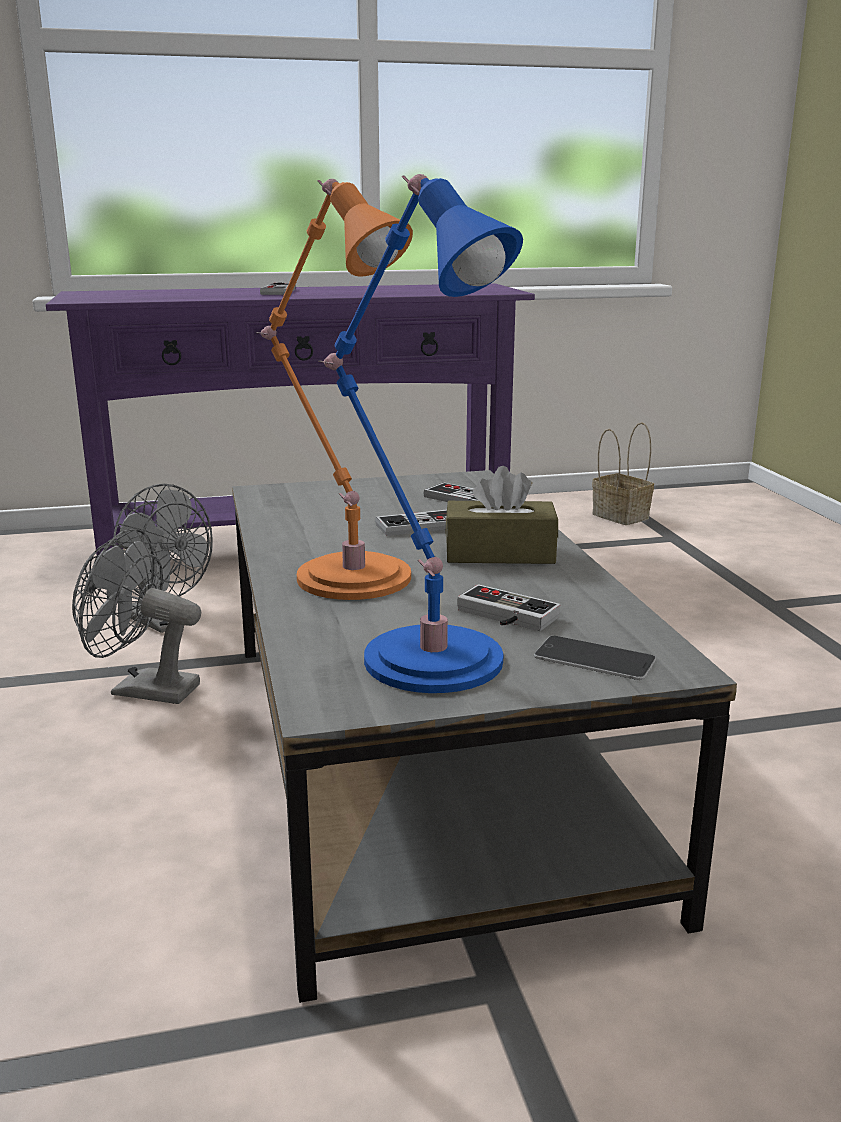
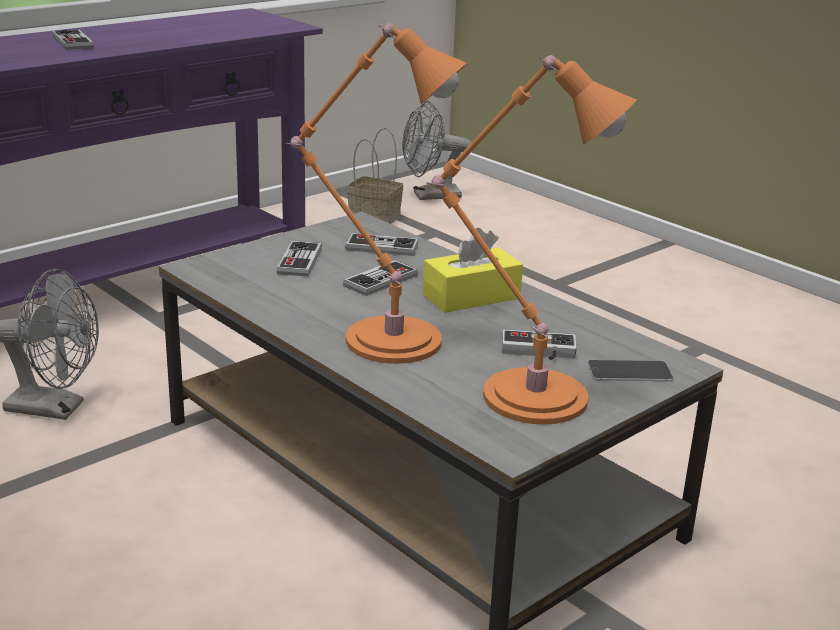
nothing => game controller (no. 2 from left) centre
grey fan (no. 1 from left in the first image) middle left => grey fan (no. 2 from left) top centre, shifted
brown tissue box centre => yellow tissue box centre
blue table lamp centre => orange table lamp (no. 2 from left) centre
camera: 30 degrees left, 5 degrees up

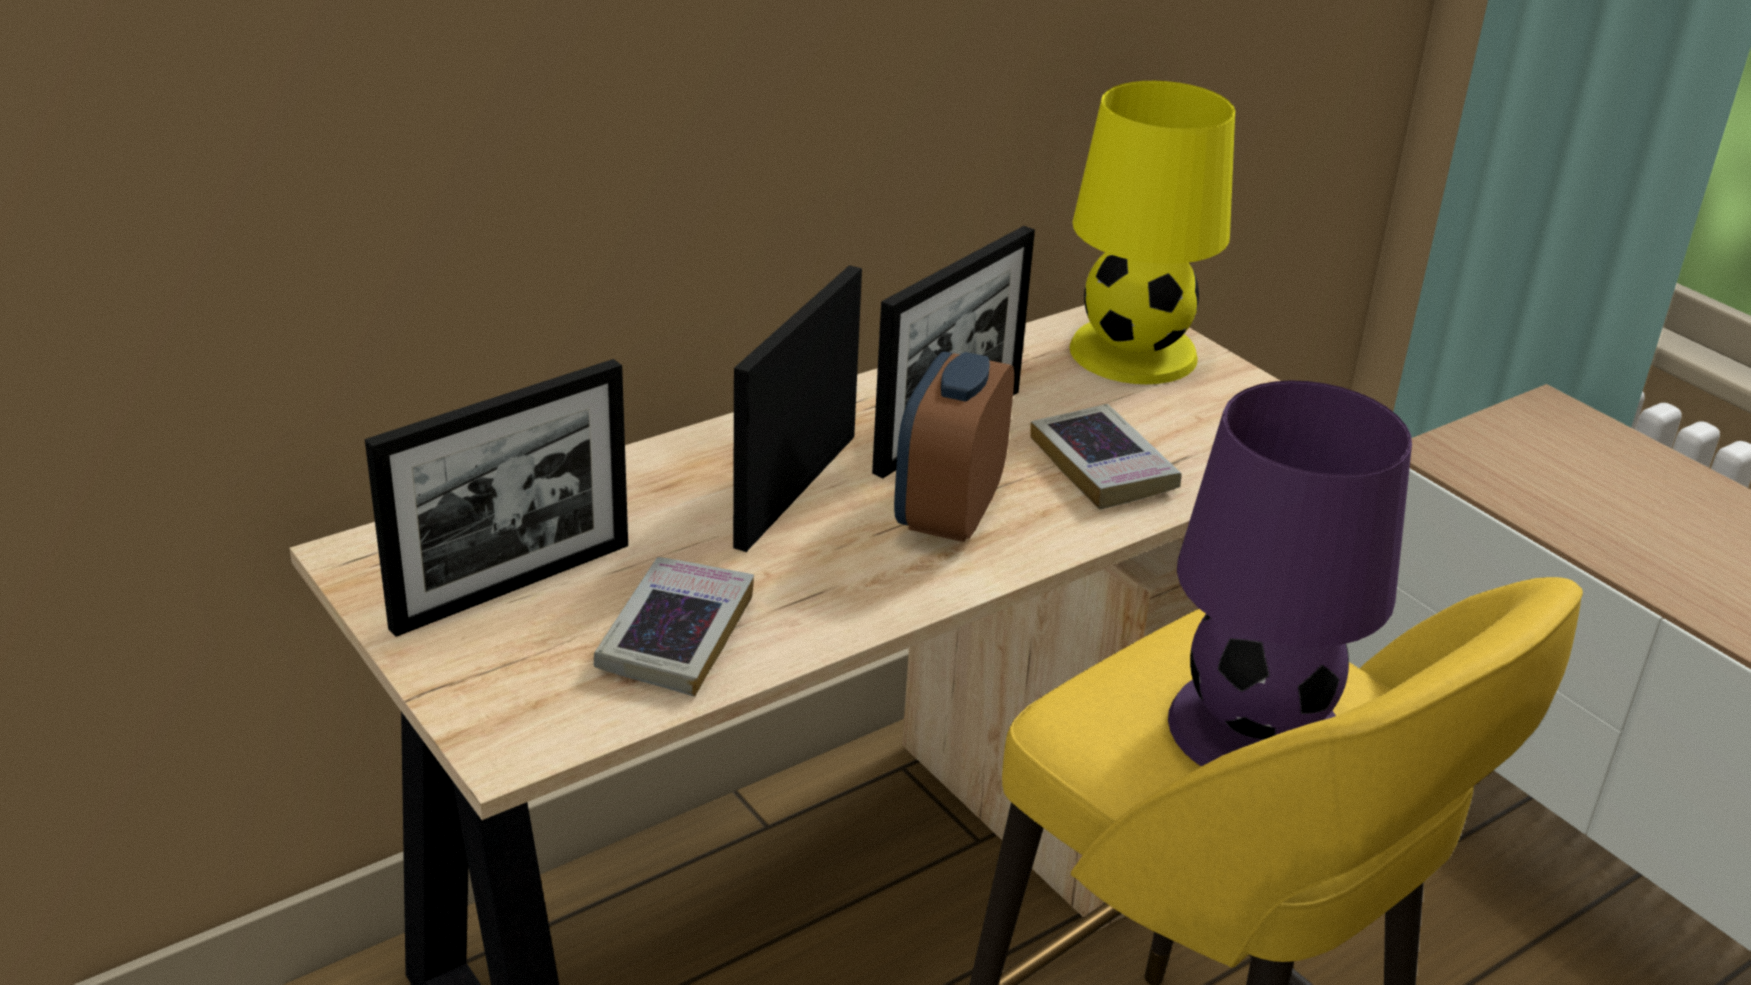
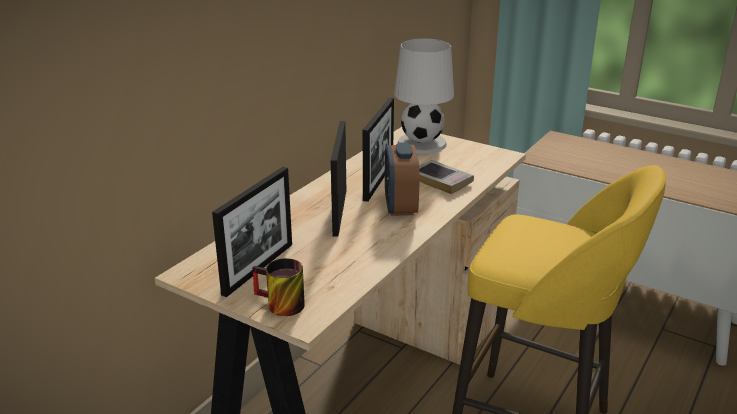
nothing => mug bottom centre
yellow table lamp top centre => white table lamp top centre
book (no. 1 from left) centre => nothing
purple table lamp middle right => nothing
camera: 20 degrees left, 5 degrees down

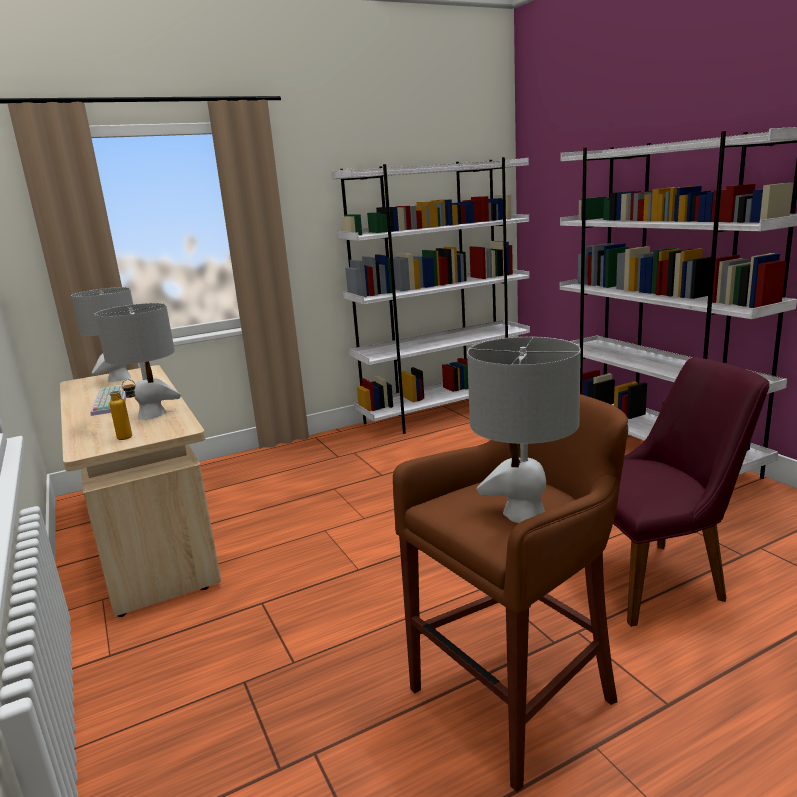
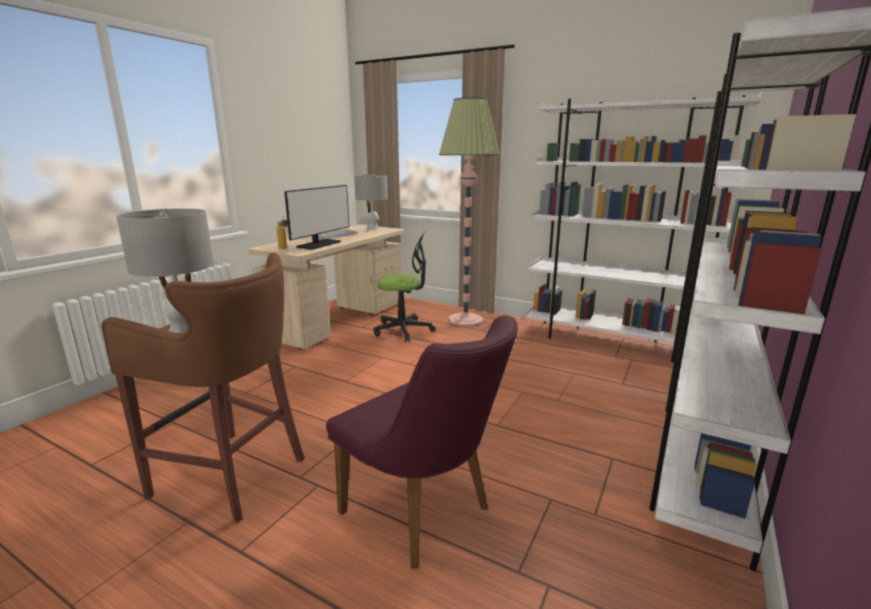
grey table lamp (no. 2 from left) middle left => monitor centre
nothing => office chair centre
nothing => floor lamp centre
camera: 55 degrees right, 0 degrees up

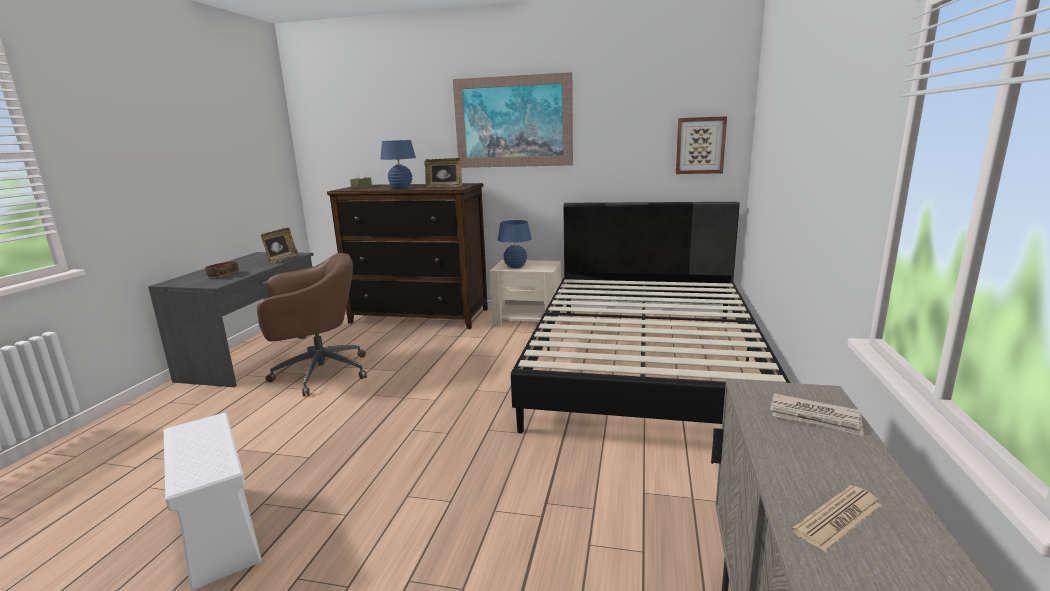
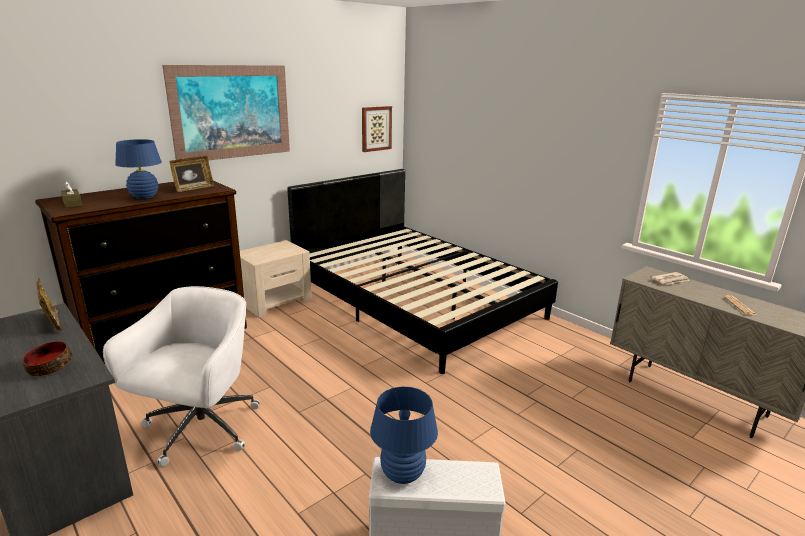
brown office chair middle left => white office chair bottom left
blue table lamp (no. 2 from left) centre => blue table lamp (no. 2 from left) bottom centre, shifted
camera: 55 degrees left, 5 degrees up

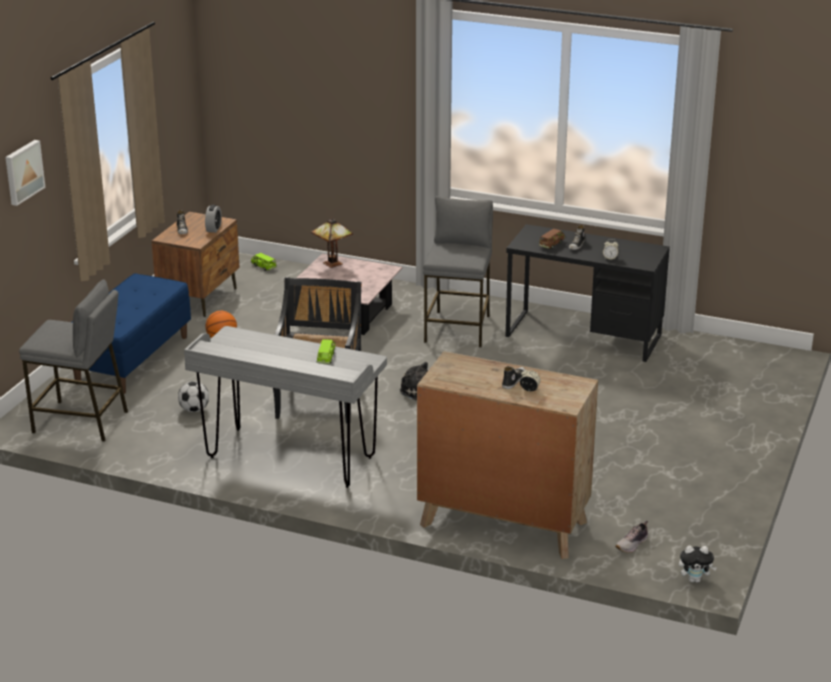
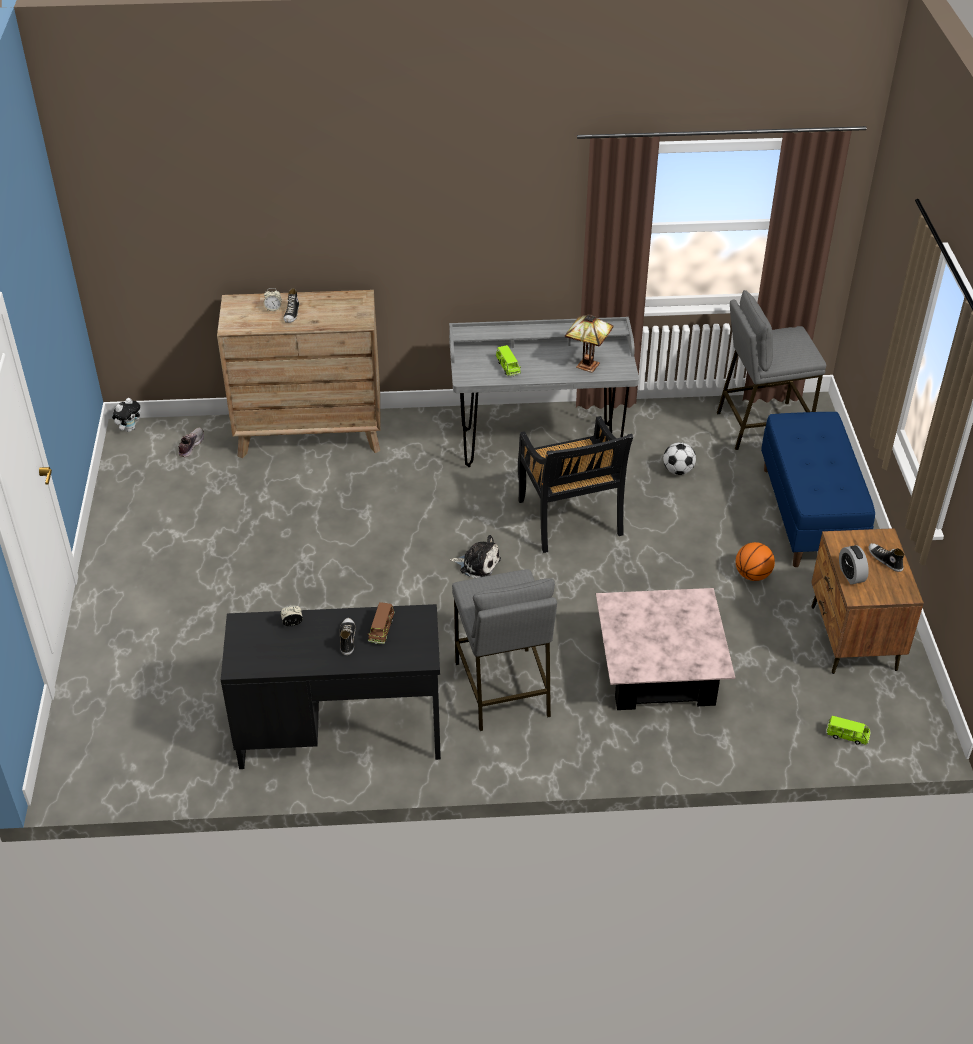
plush toy (no. 2 from left in the first image) bottom right => plush toy (no. 1 from left) middle left, 150 degrees clockwise
table lamp centre => table lamp top centre, shifted
picture top left => nothing
camera: 155 degrees right, 15 degrees up

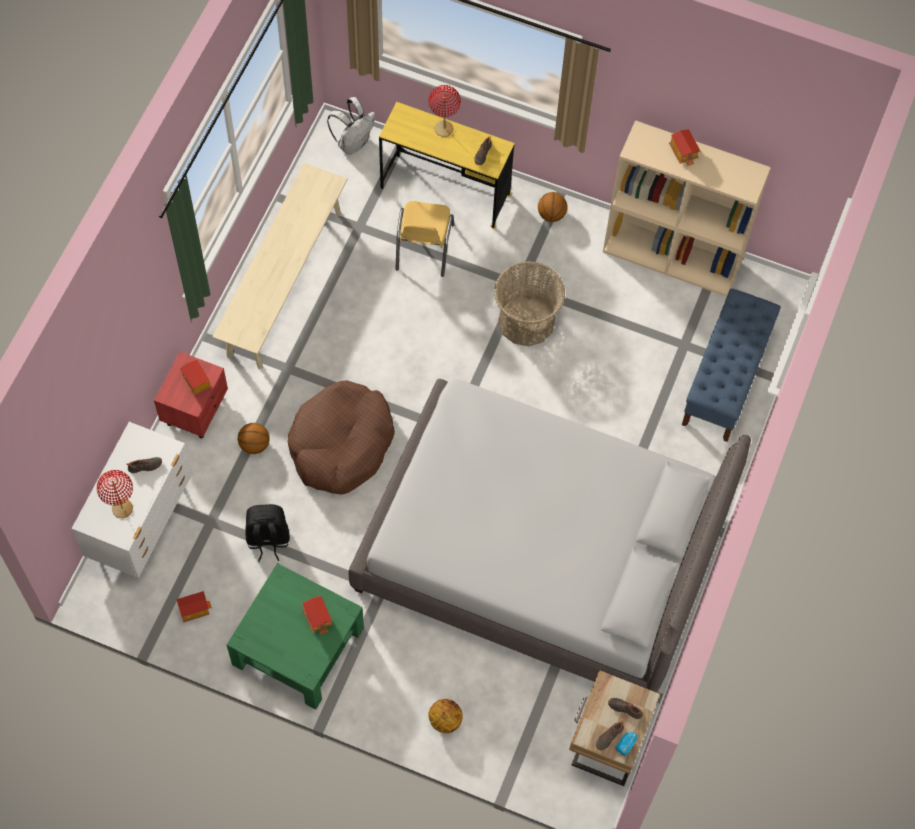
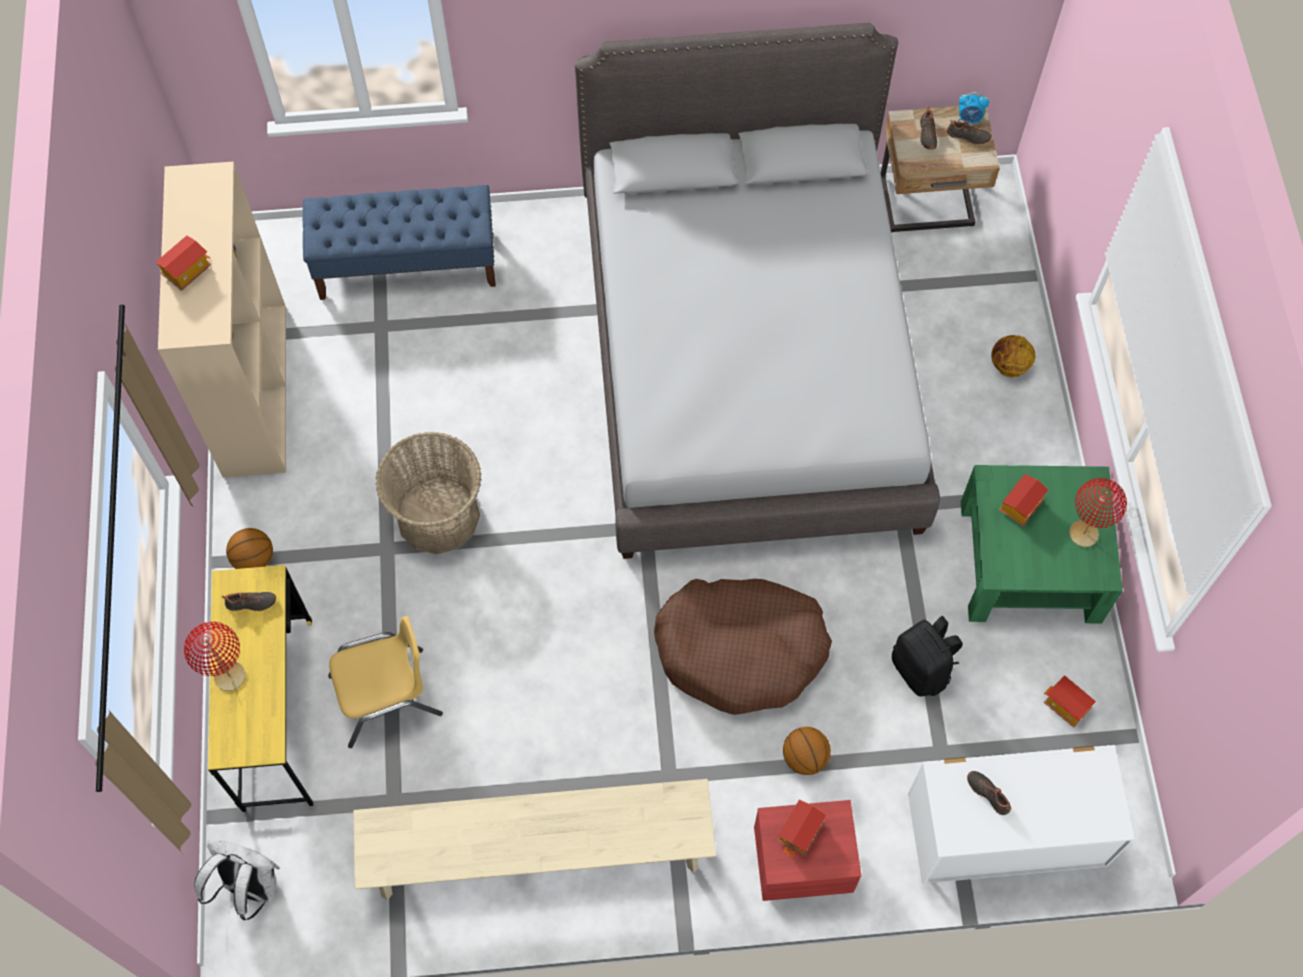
red table lamp (no. 1 from left in the first image) middle left => red table lamp (no. 2 from left) middle right, shifted
camera: 115 degrees left, 0 degrees up

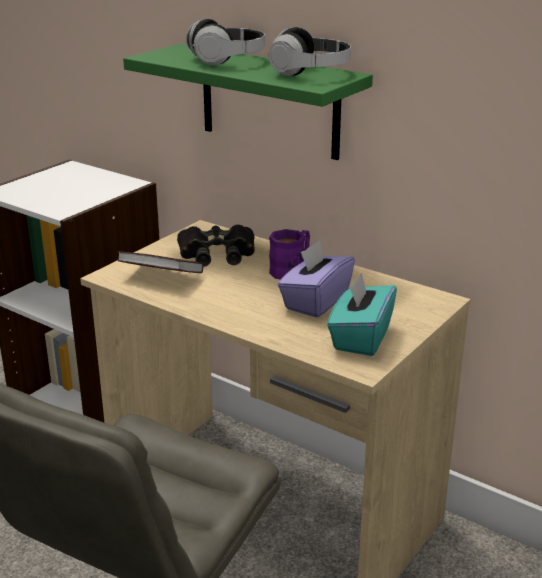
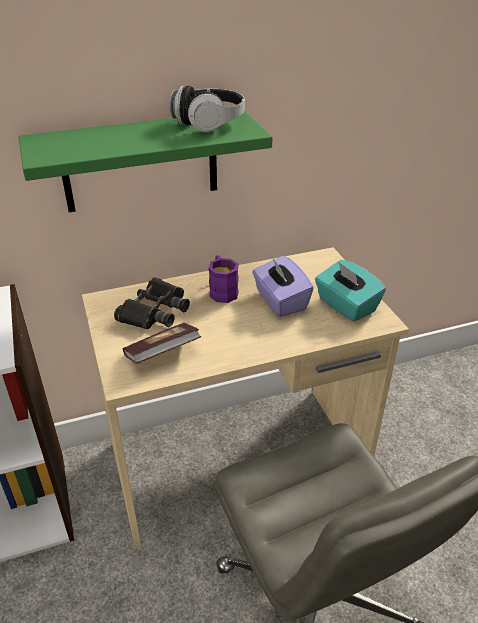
headphones (no. 1 from left) top centre => nothing
camera: 55 degrees left, 10 degrees up

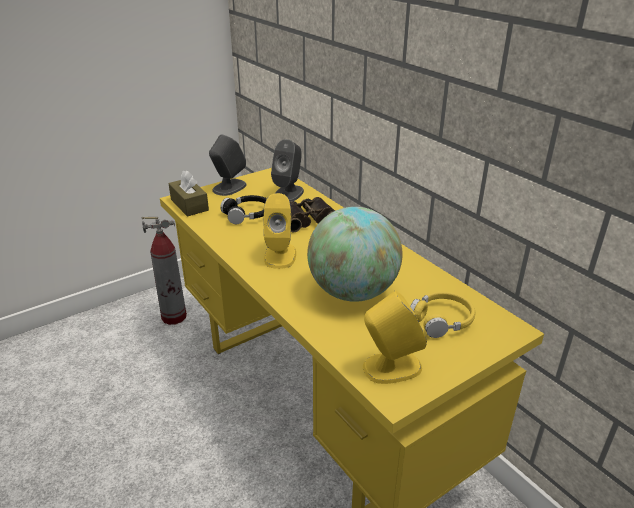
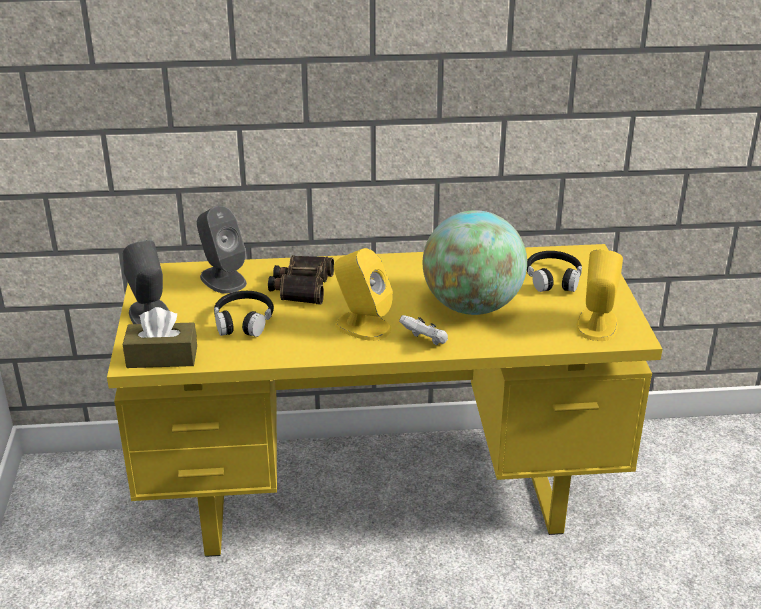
nothing => white game controller centre
yellow headphones middle right => black headphones (no. 2 from left) middle right
fire extinguisher middle left => nothing
camera: 60 degrees left, 0 degrees up

